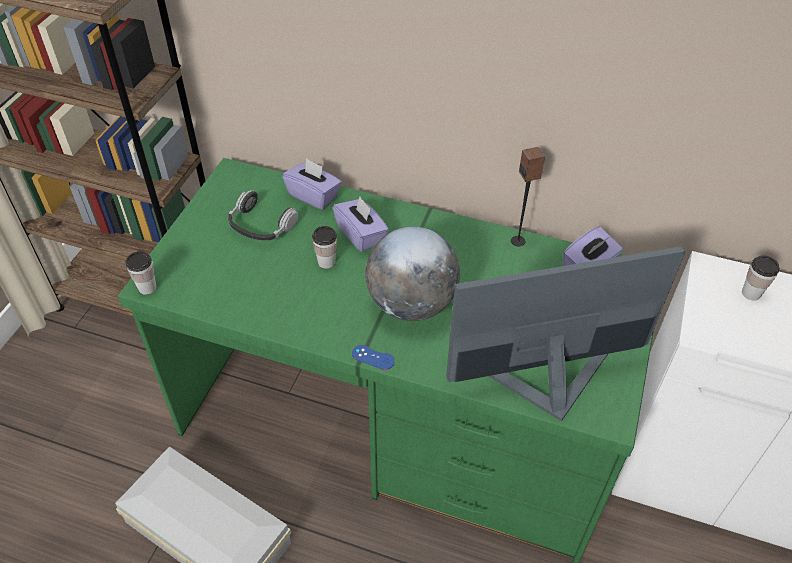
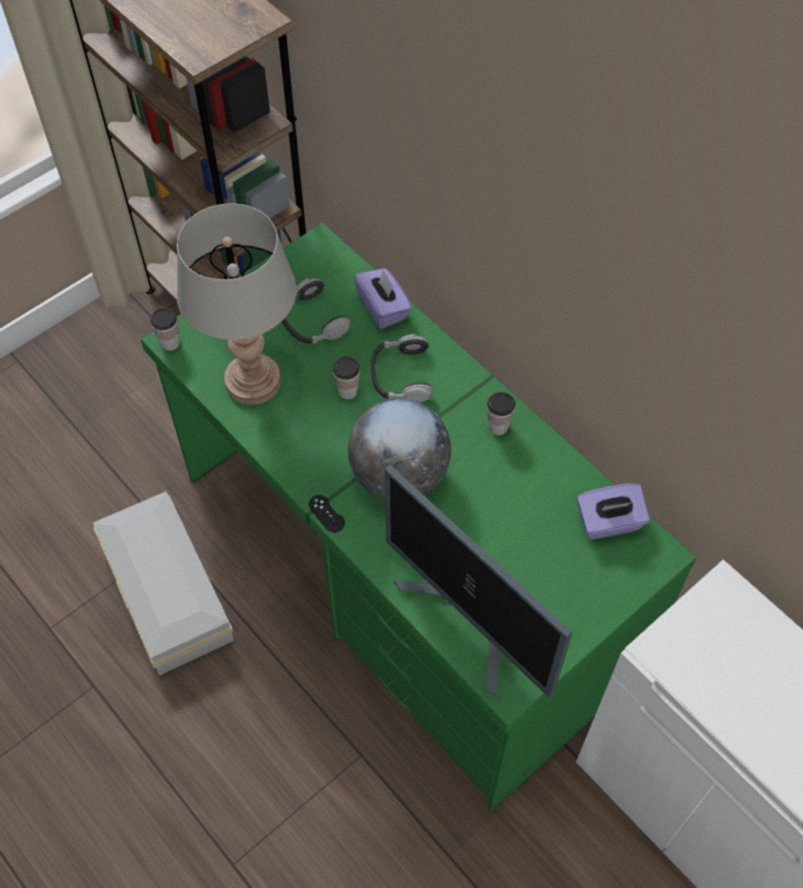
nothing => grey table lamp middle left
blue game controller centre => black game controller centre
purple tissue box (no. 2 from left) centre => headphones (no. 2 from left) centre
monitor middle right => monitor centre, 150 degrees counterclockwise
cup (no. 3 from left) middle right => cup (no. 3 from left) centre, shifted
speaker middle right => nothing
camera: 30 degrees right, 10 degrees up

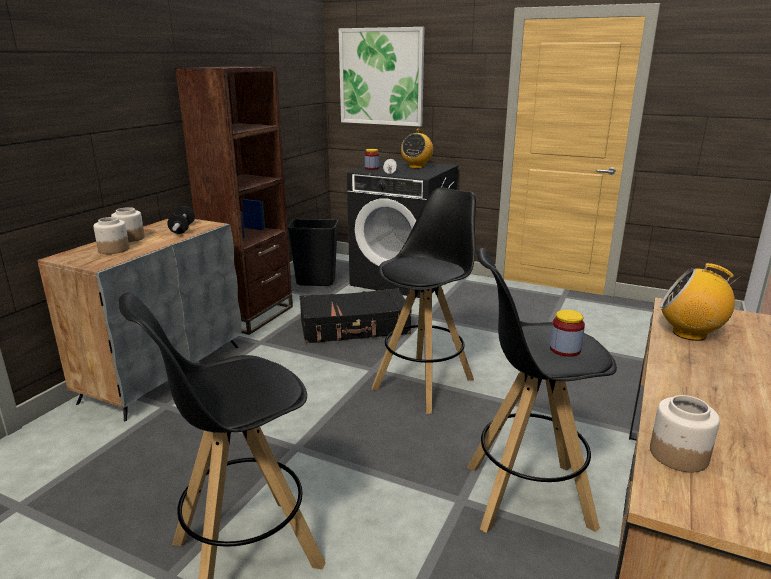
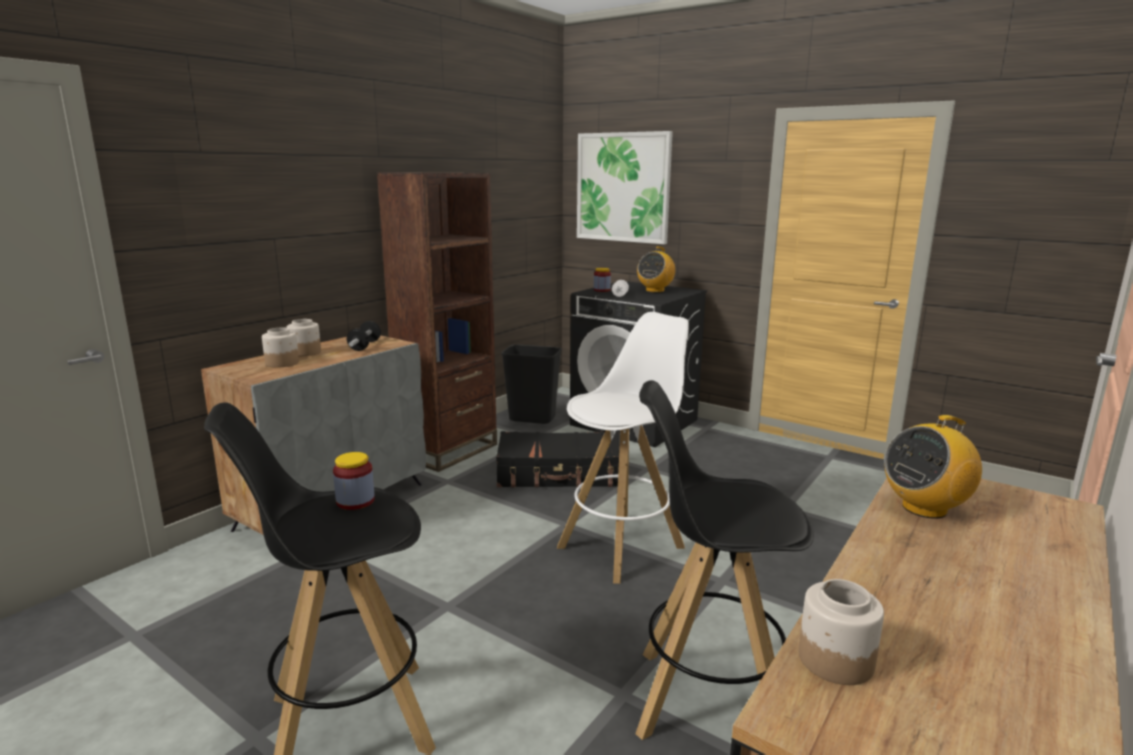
jar (no. 4 from left in the first image) middle right => jar (no. 3 from left) middle left, shifted
black stool (no. 2 from left) centre => white stool centre
radio (no. 2 from left) middle right, 60 degrees counterclockwise
camera: 10 degrees right, 5 degrees down

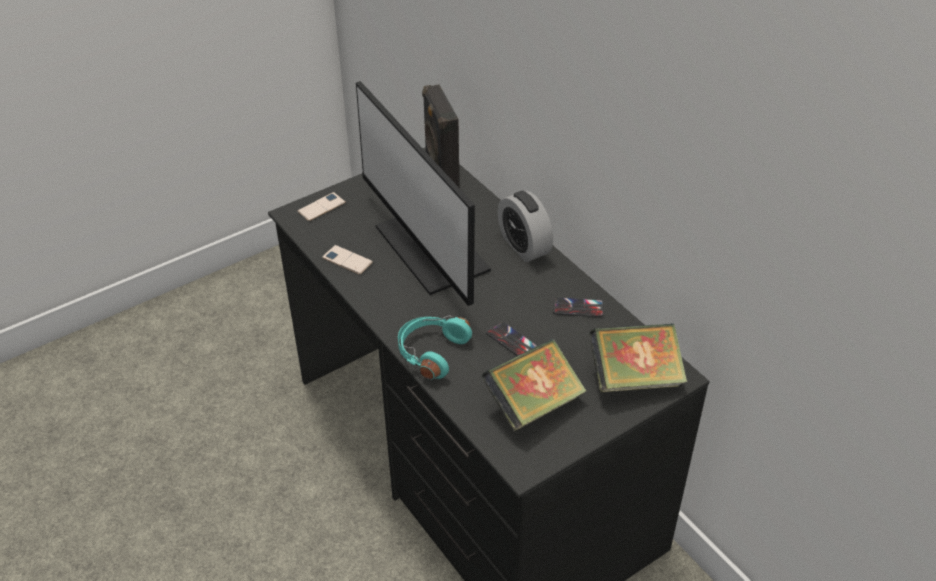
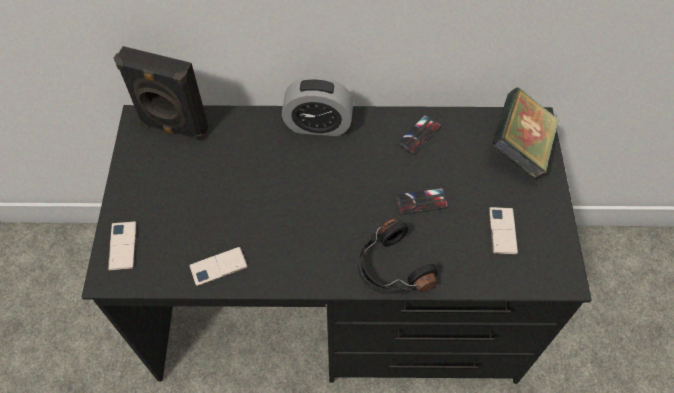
turquoise headphones centre => black headphones centre
book (no. 1 from left) centre => phone (no. 5 from left) middle right
monitor top centre => nothing
camera: 55 degrees left, 15 degrees up

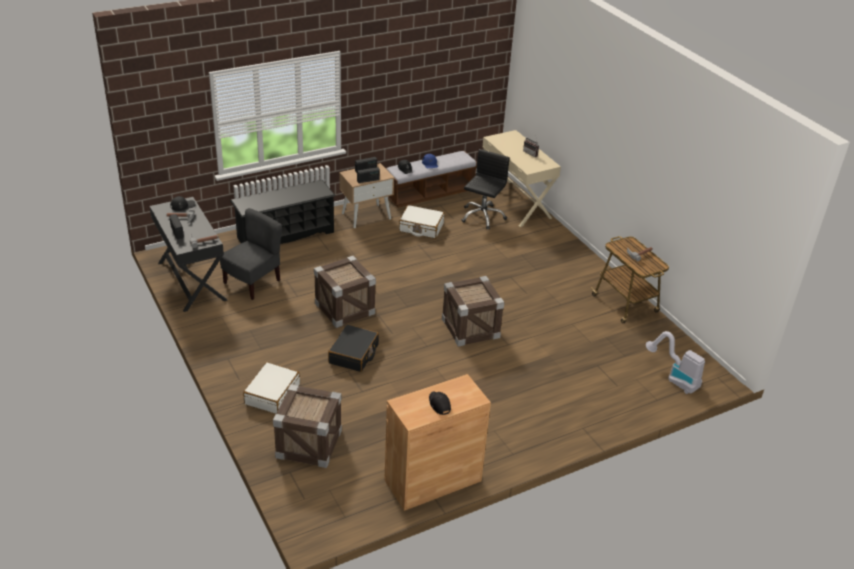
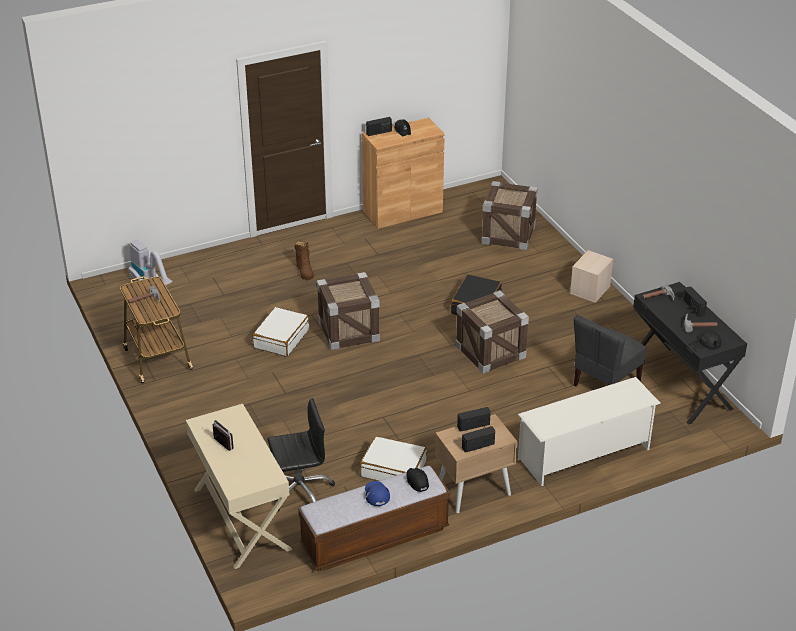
white suitcase (no. 1 from left) bottom left => white suitcase (no. 1 from left) centre, shifted
black office chair top centre => black office chair bottom centre, 135 degrees counterclockwise
nothing => brown boot centre
nothing => radio (no. 2 from left) top centre
black shoe rack middle left => white shoe rack bottom right
nothing => beige storage box middle right
camera: 175 degrees left, 0 degrees up

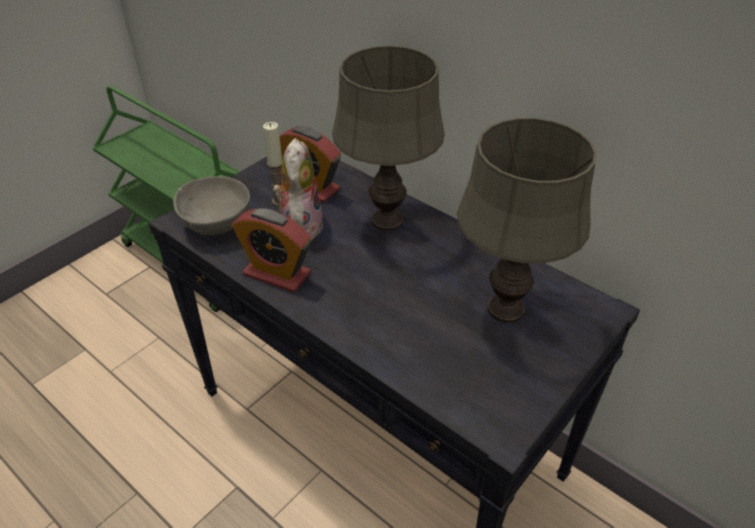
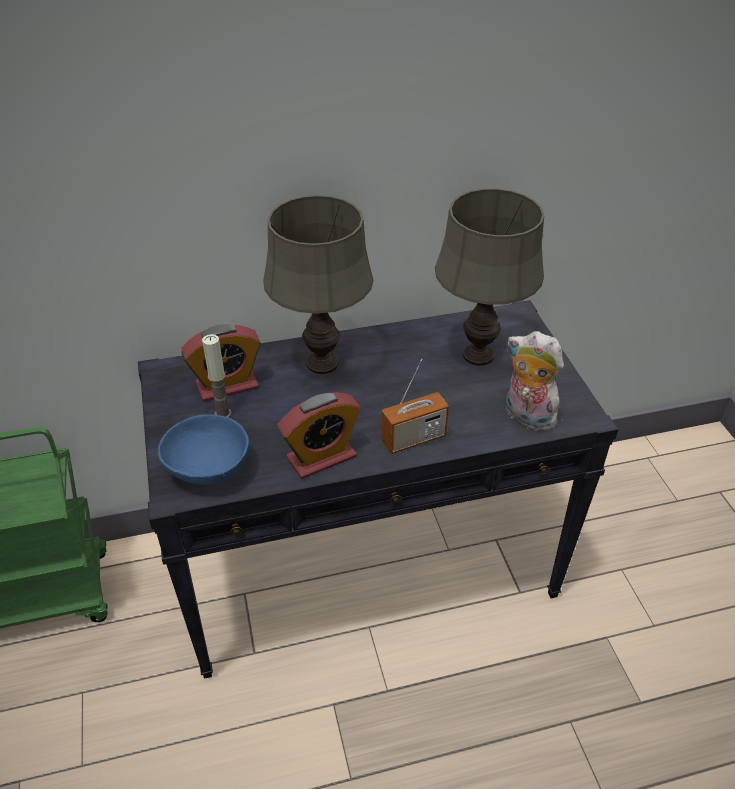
grey bowl middle left => blue bowl middle left
nothing => radio centre
plush toy centre => plush toy middle right, shifted
camera: 55 degrees left, 0 degrees up

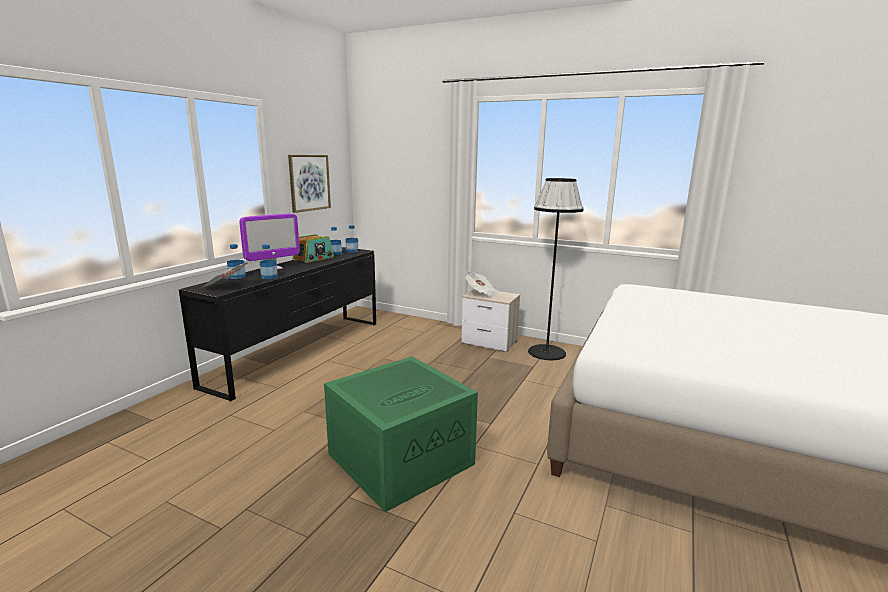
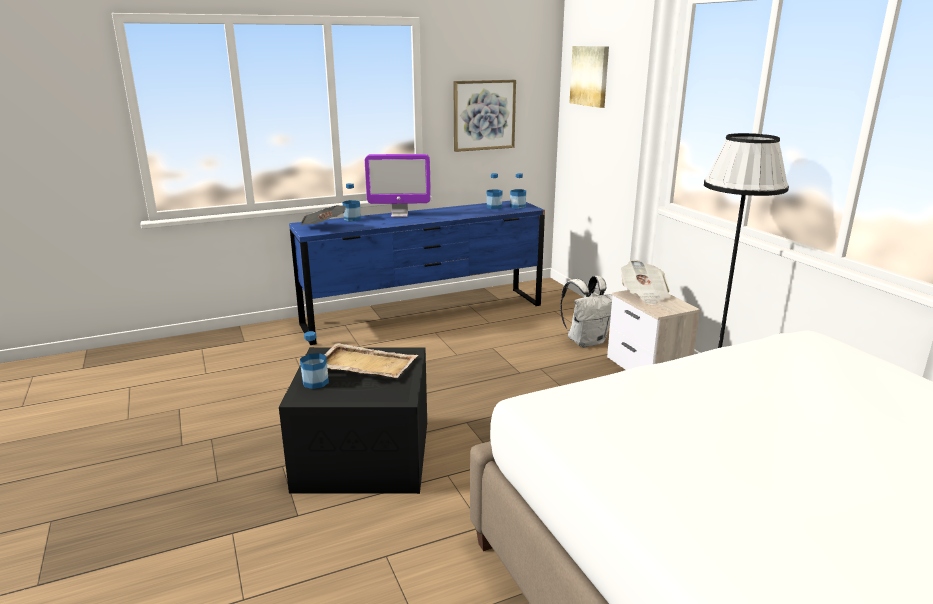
green storage box bottom centre => black storage box bottom centre
black dresser middle left => blue dresser centre
bottle (no. 2 from left in the first image) middle left => bottle (no. 1 from left) centre, shifted
nothing => beige tray centre
nothing => white backpack centre
nothing => picture (no. 2 from left) top centre
radio centre => nothing
camera: 40 degrees right, 5 degrees up

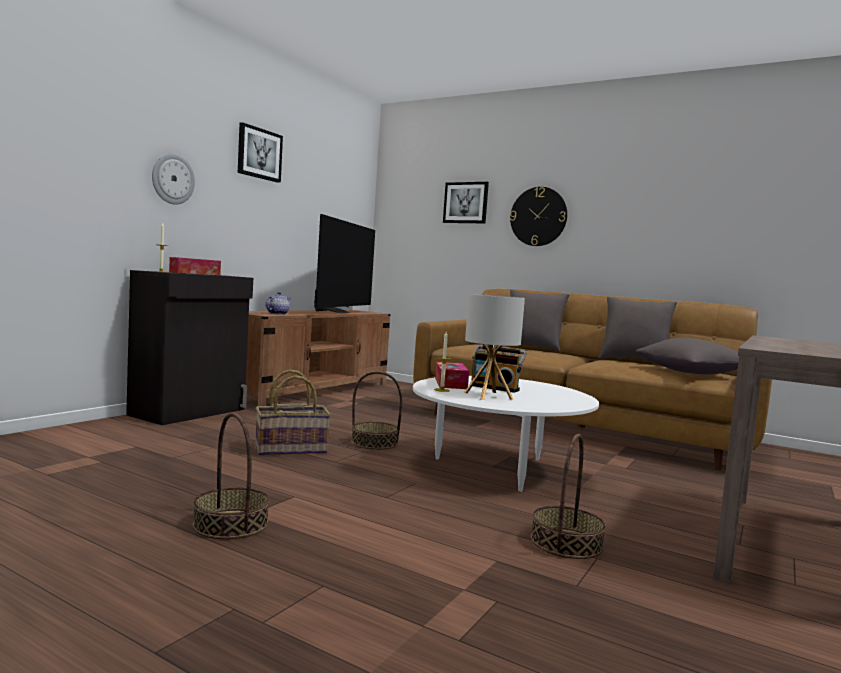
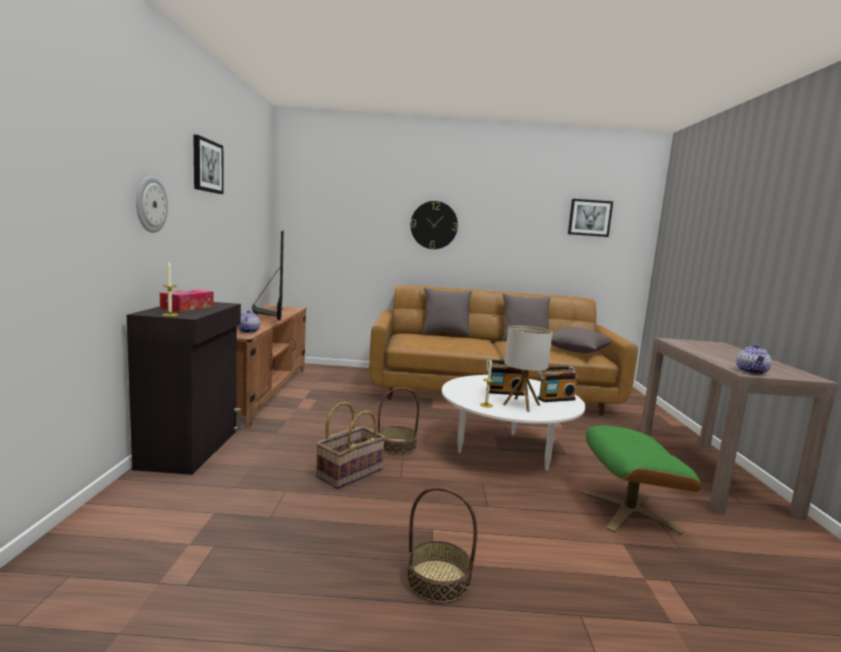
nothing => radio (no. 2 from left) centre
picture (no. 2 from left) top centre => picture (no. 2 from left) middle right, shifted
basket (no. 4 from left) bottom right => green ottoman bottom right
nothing => teapot (no. 2 from left) middle right
tissue box (no. 2 from left) centre => nothing
camera: 30 degrees left, 5 degrees up

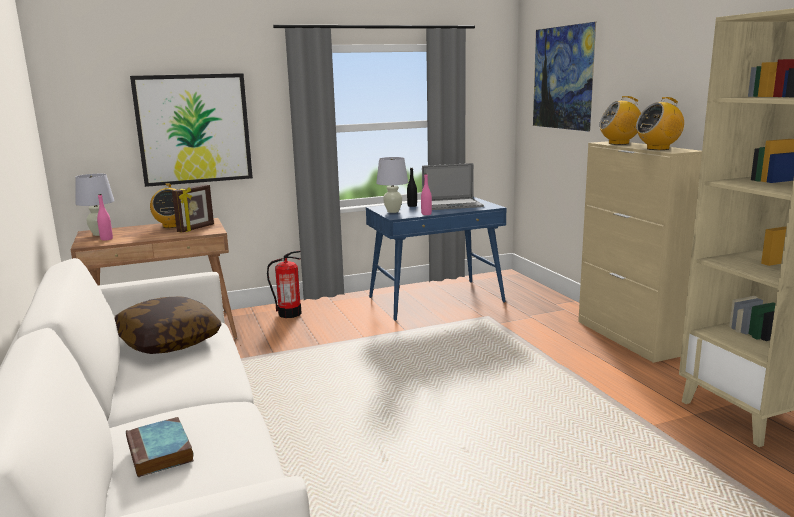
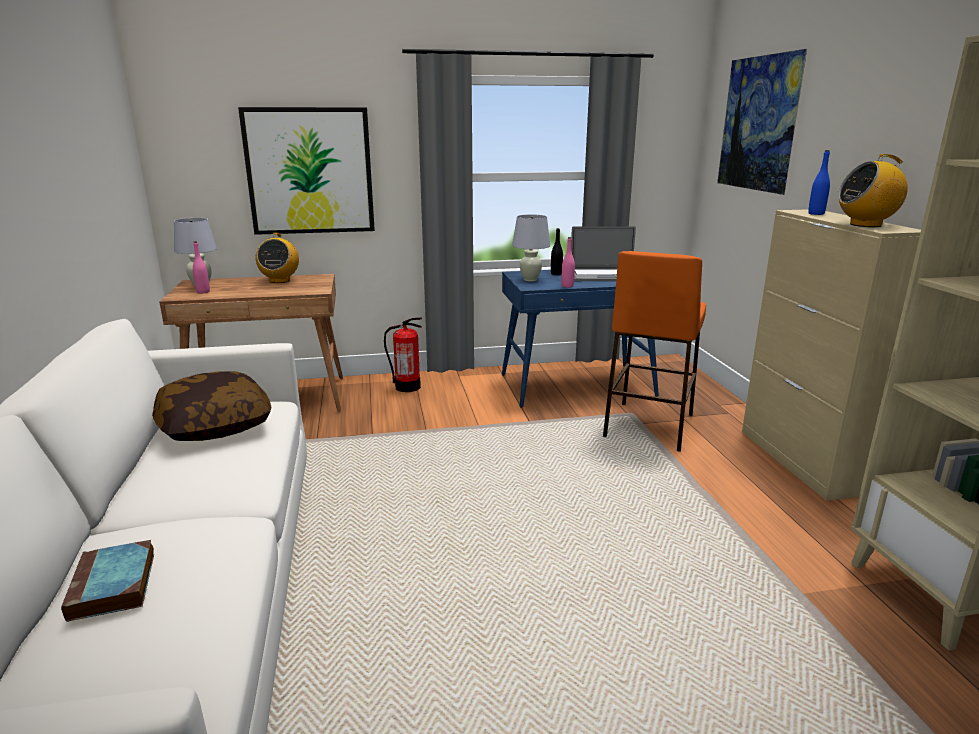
nothing => orange stool middle right
radio (no. 2 from left) top right => blue bottle top right
picture frame middle left => nothing
camera: 10 degrees right, 5 degrees up

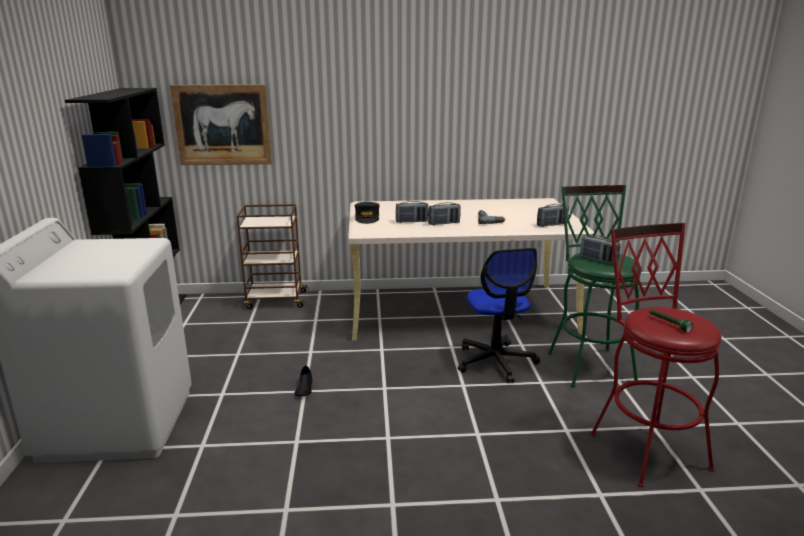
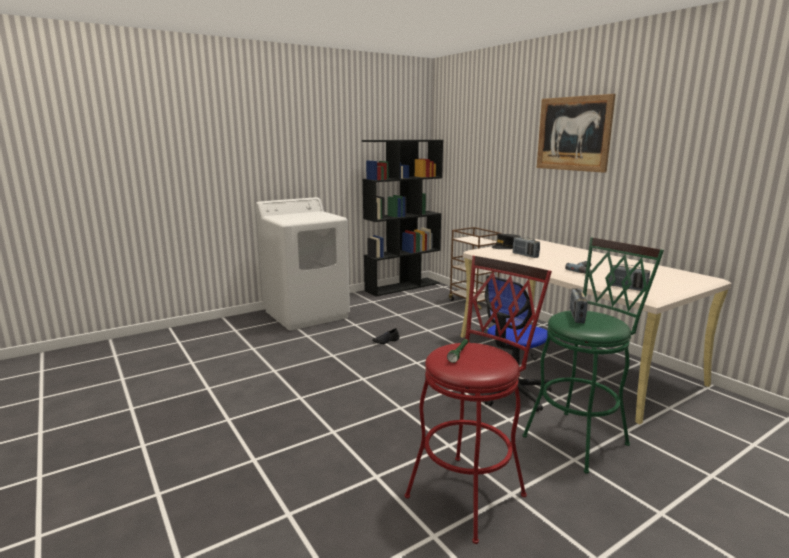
picture top left => picture top right, shifted
radio (no. 2 from left) centre => nothing
camera: 60 degrees right, 5 degrees down

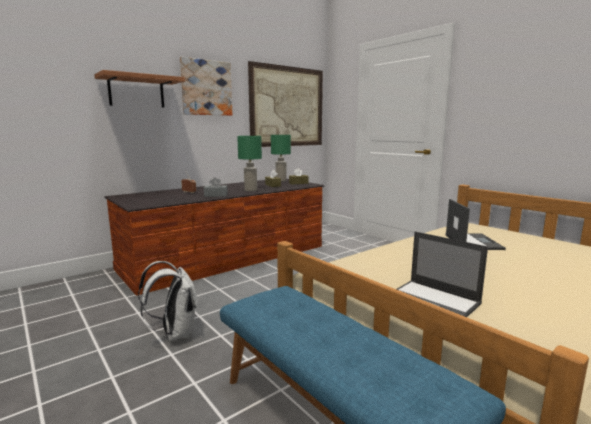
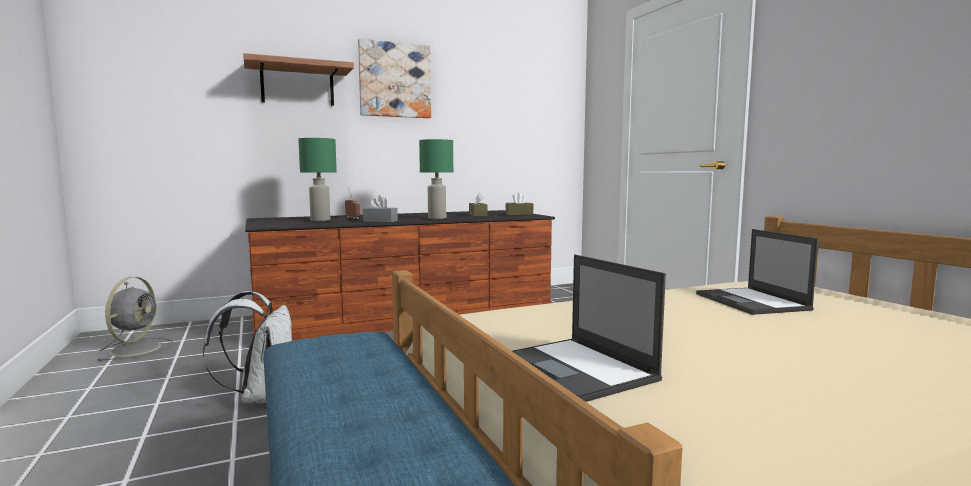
nothing => grey fan middle left
green table lamp (no. 2 from left in the first image) centre => green table lamp (no. 1 from left) middle left, shifted
laptop (no. 2 from left) middle right, 150 degrees clockwise
picture (no. 2 from left) top centre => nothing
camera: 15 degrees right, 5 degrees down

